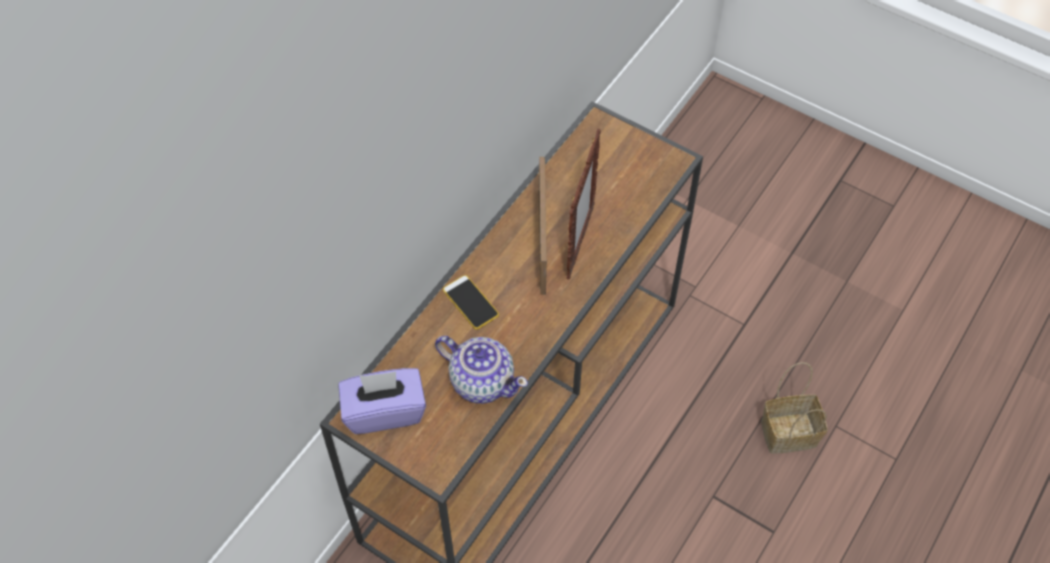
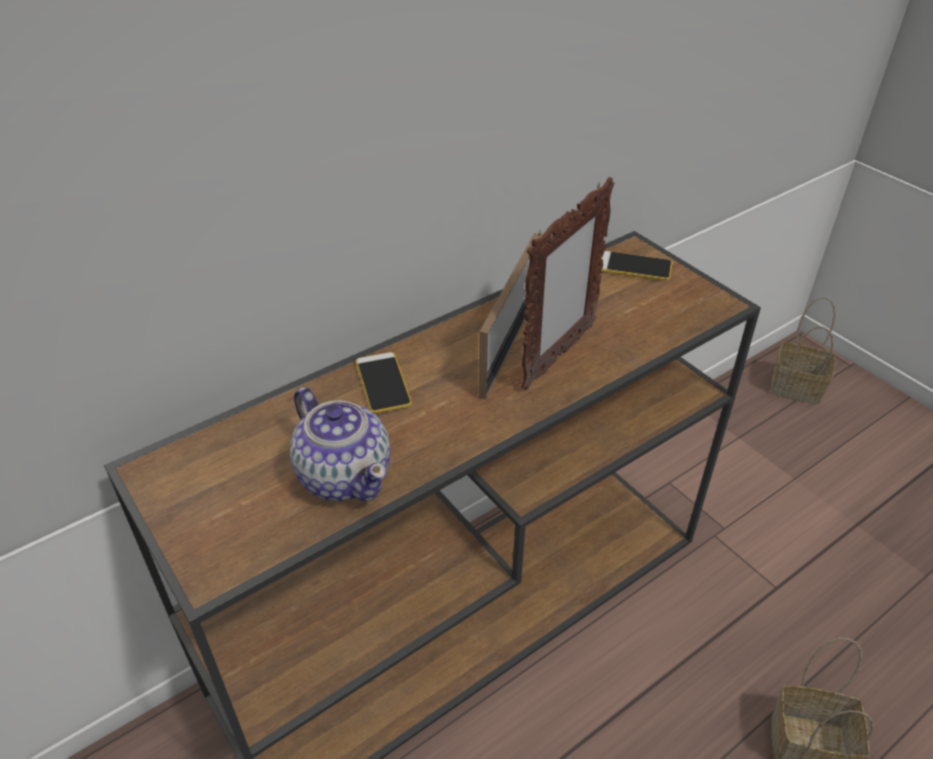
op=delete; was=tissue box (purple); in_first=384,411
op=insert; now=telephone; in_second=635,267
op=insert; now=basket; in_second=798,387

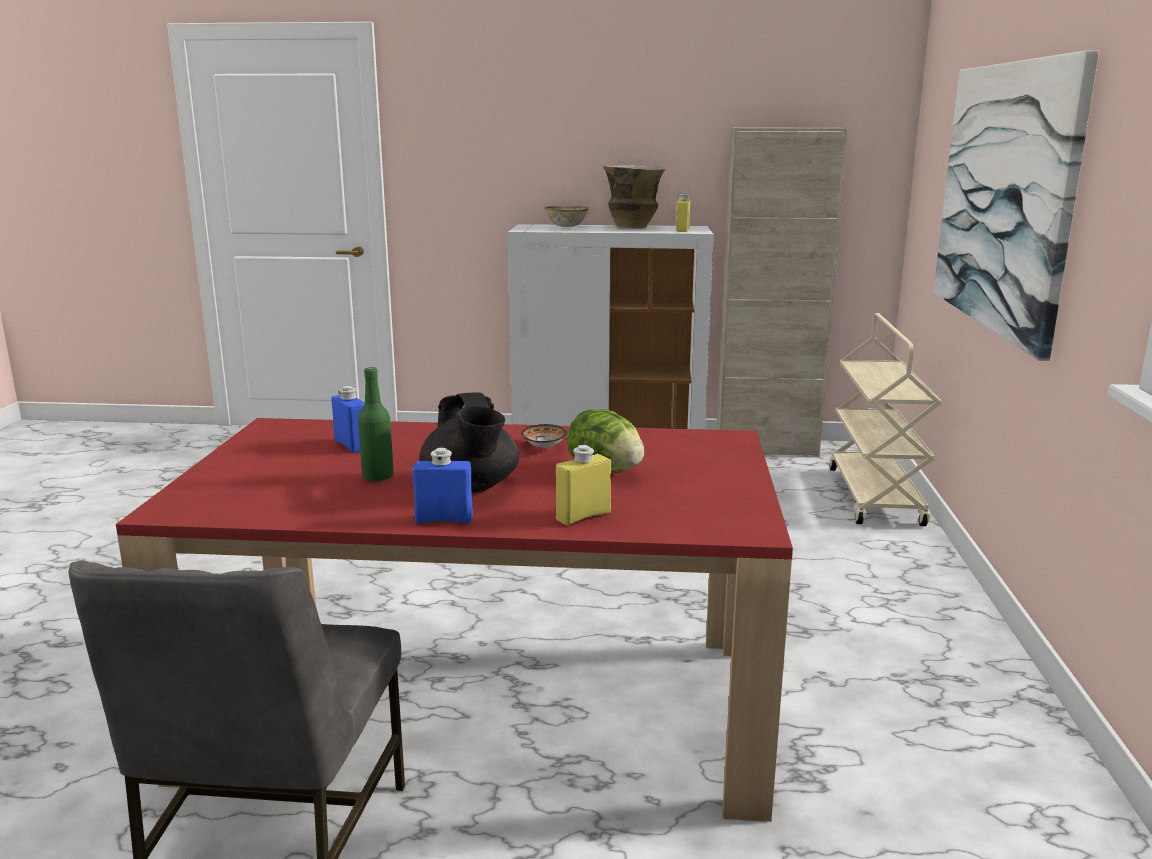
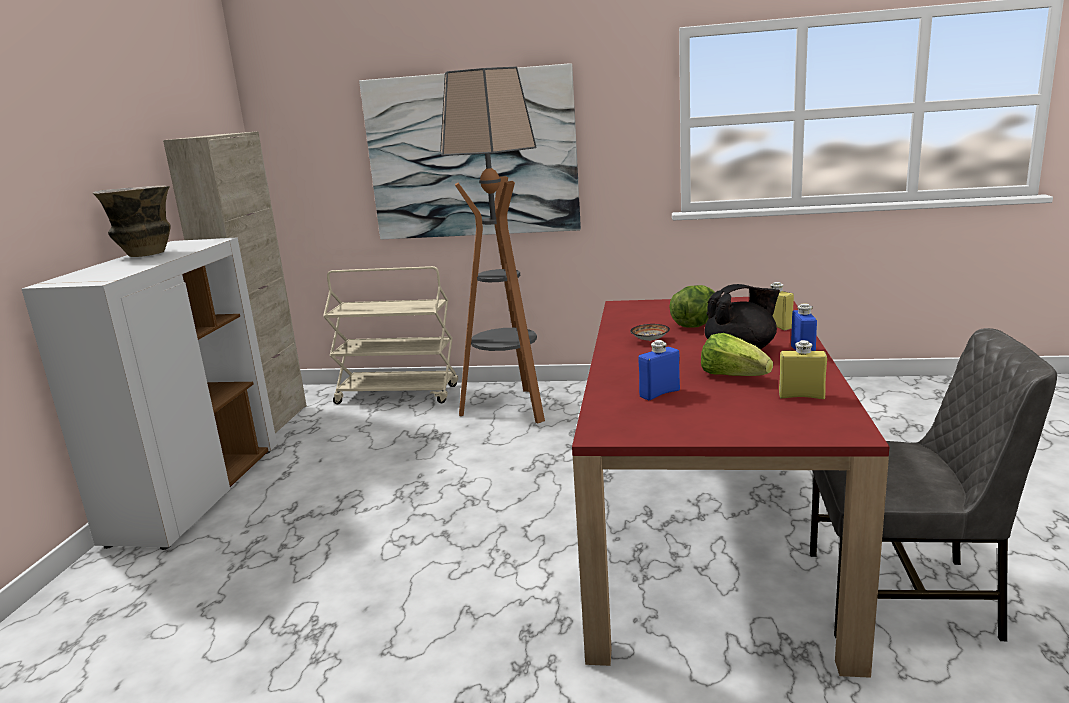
op=move; was=beverage bottle (yellow); in_first=682,230; in_second=801,396
op=delete; was=bowl; in_first=567,226
op=replace; was=beverage bottle (green); now=lettuce head; in_first=378,477; in_second=733,376
op=insert; now=standard lamp; in_second=509,408

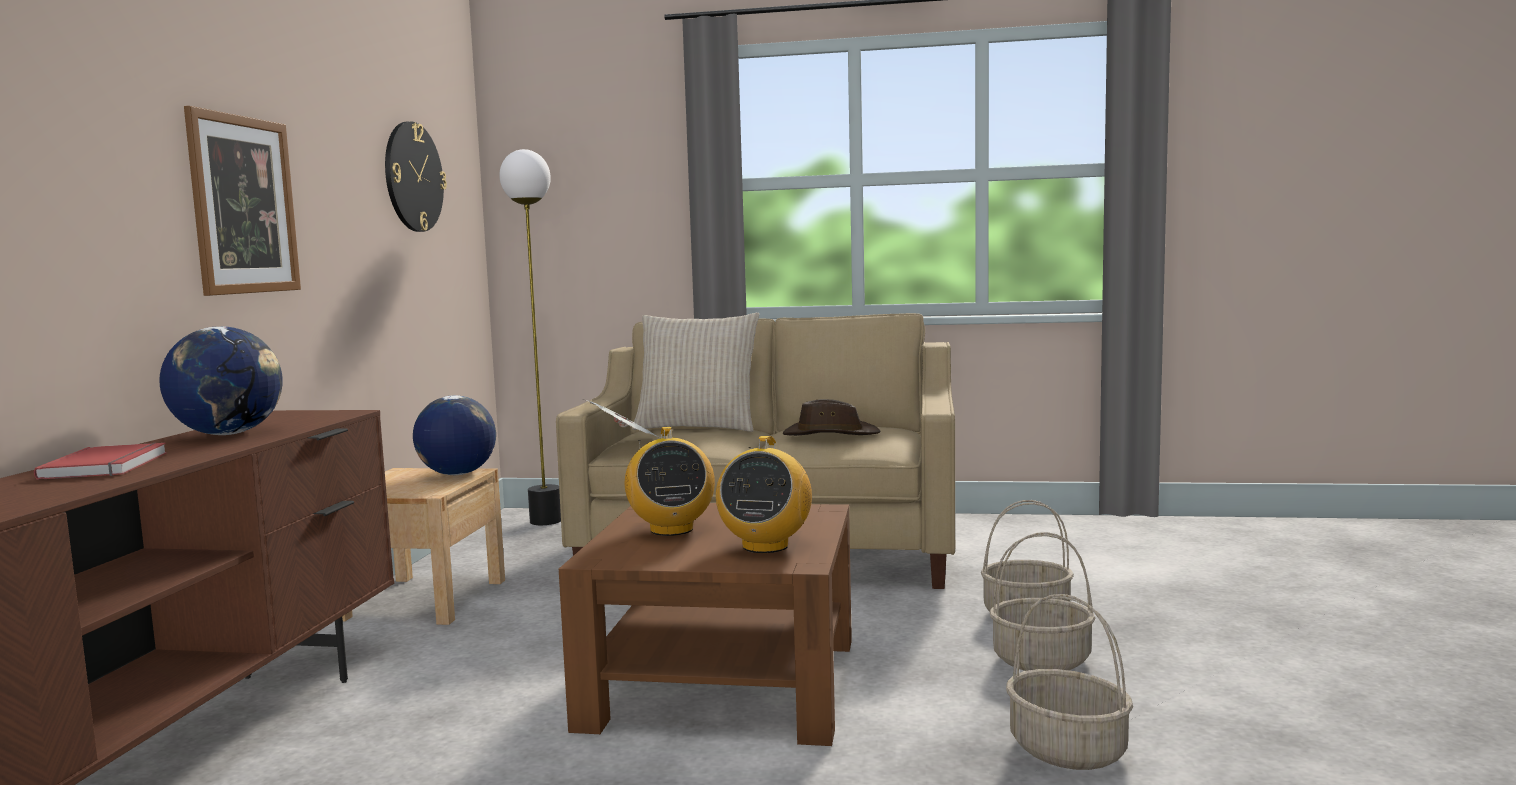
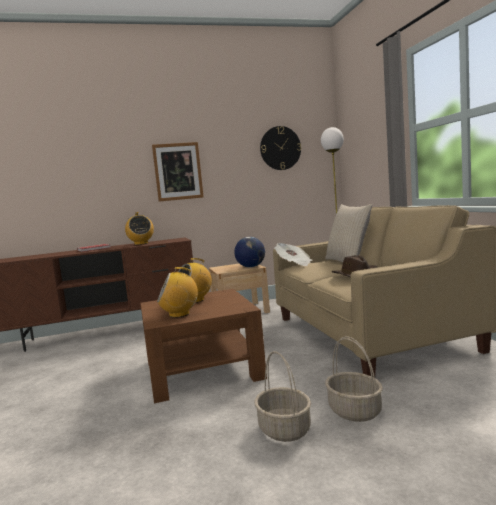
op=replace; was=world globe; now=radio set; in_first=228,434; in_second=141,243
op=delete; was=basket; in_first=1065,750

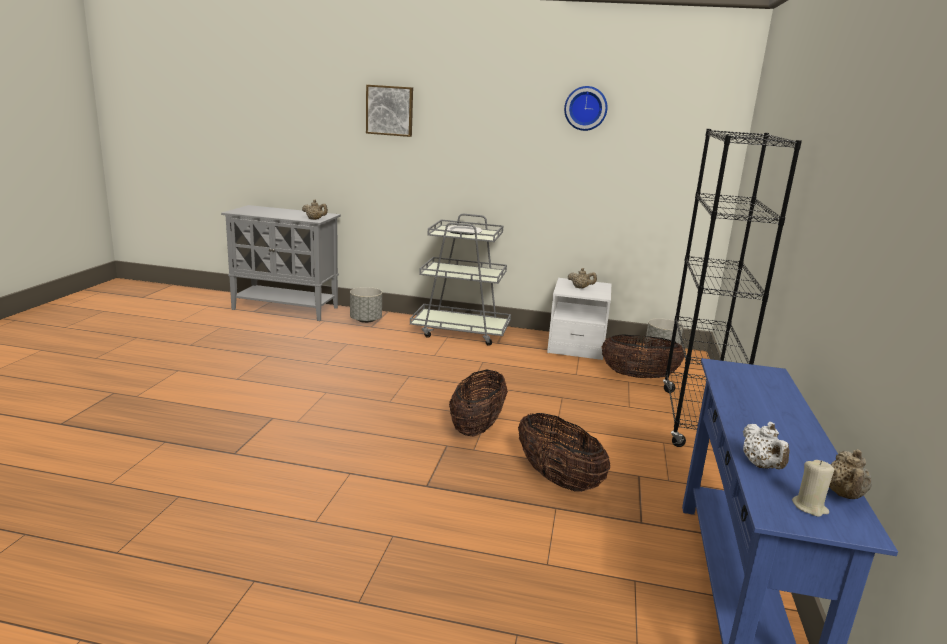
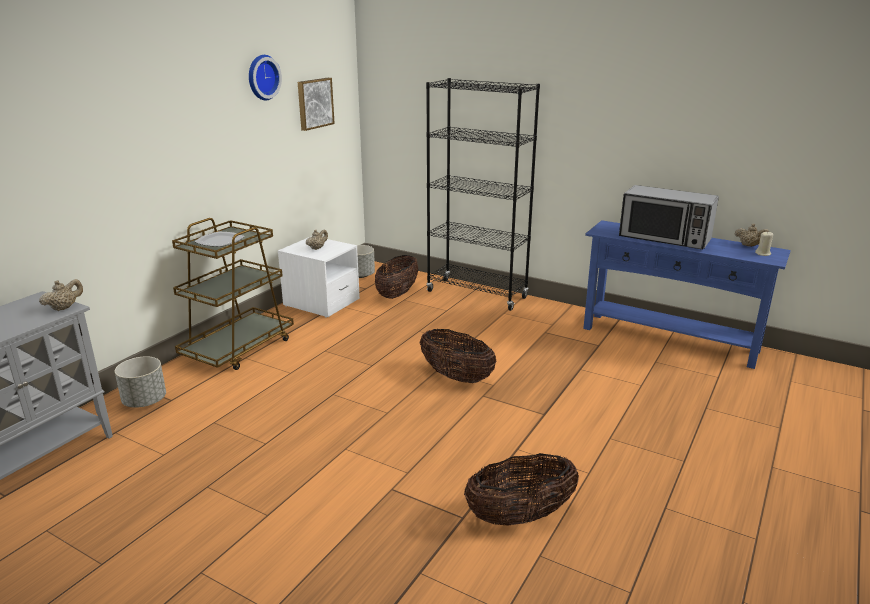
op=move; was=wall picture; in_first=390,110; in_second=314,103
op=recolor; was=trolley (gray); now=trolley (brown-coloured); in_first=461,332; in_second=239,348
op=move; was=basket; in_first=558,479; in_second=520,516
op=delete; was=pot for tea (white-coloured); in_first=761,466
op=insert; now=microwave; in_second=664,238

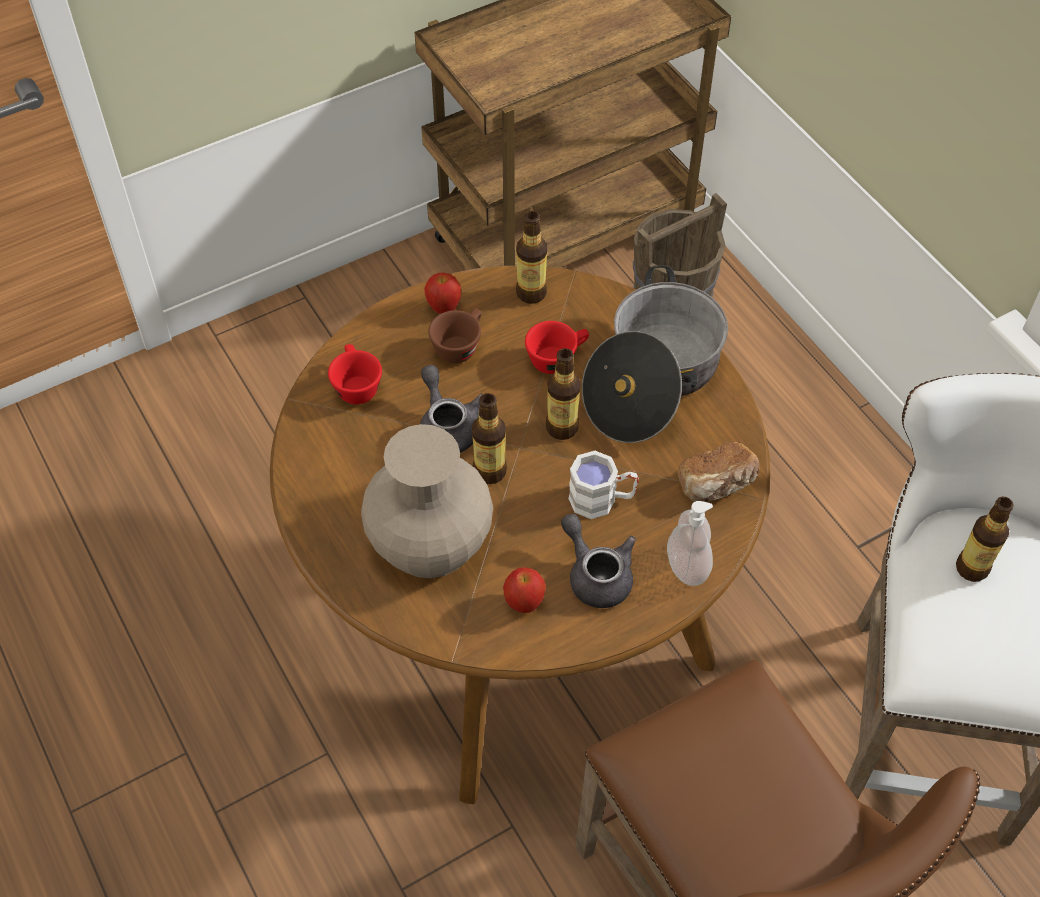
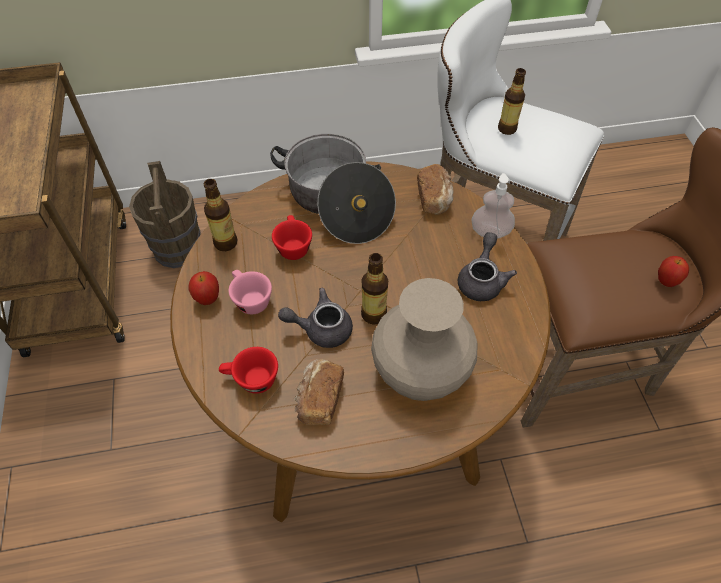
op=recolor; was=drinking cup (brown-coloured); now=drinking cup (pink); in_first=459,345; in_second=249,299
op=delete; was=beverage bottle; in_first=562,427
op=delete; was=mug (white-coloured); in_first=602,500
op=rotate; was=pot for tea (gray); in_first=596,574; in_second=482,280; clockwise=120
op=move; was=apple; in_first=524,603; in_second=666,281
op=insert; now=bakery bread; in_second=318,399

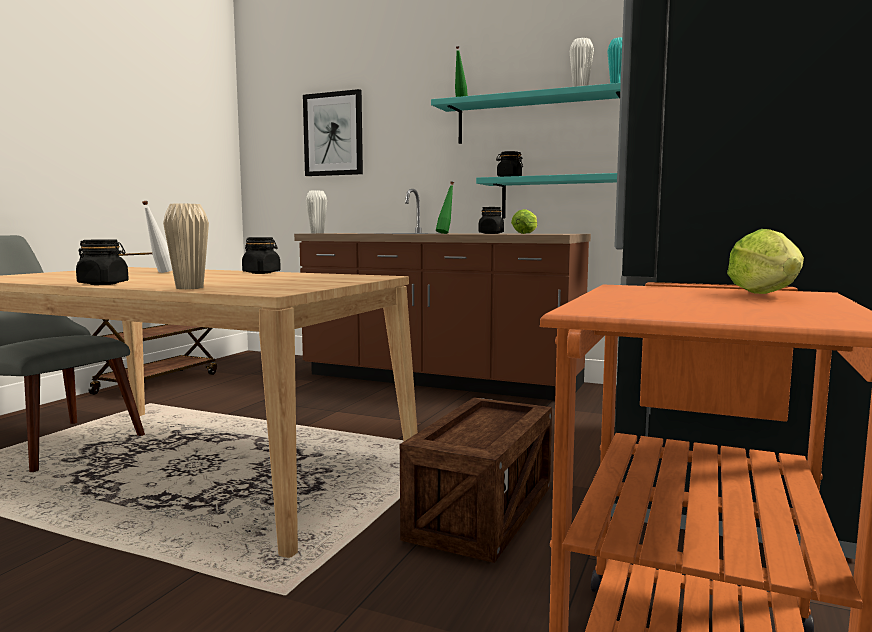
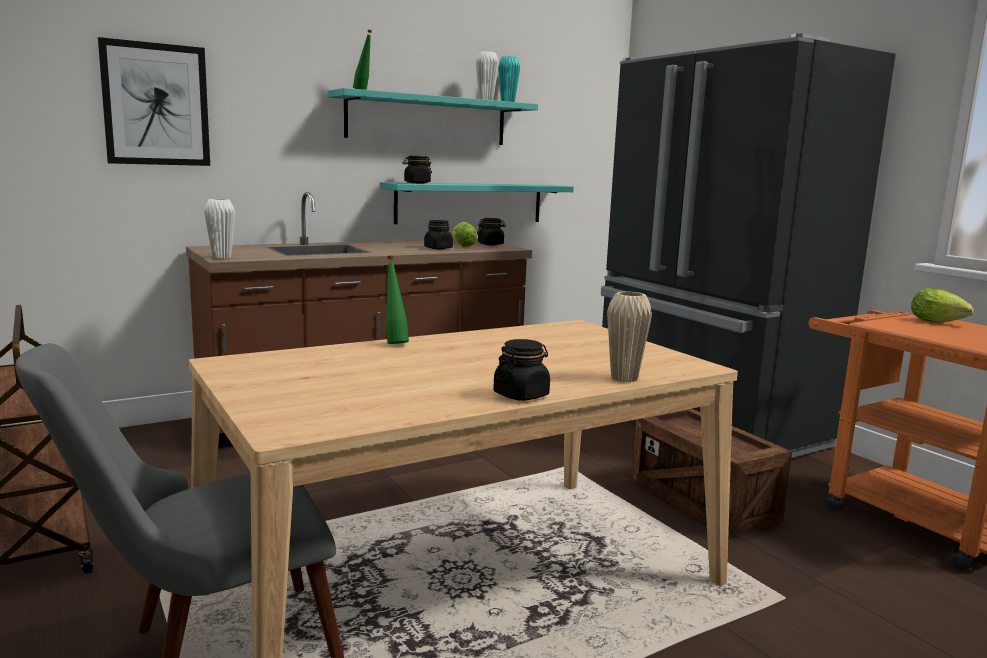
op=move; was=beverage bottle (green); in_first=446,233; in_second=394,343
op=delete; was=beverage bottle (white-coloured); in_first=160,272
op=move; was=preserve jar (black-coloured); in_first=261,273; in_second=490,244

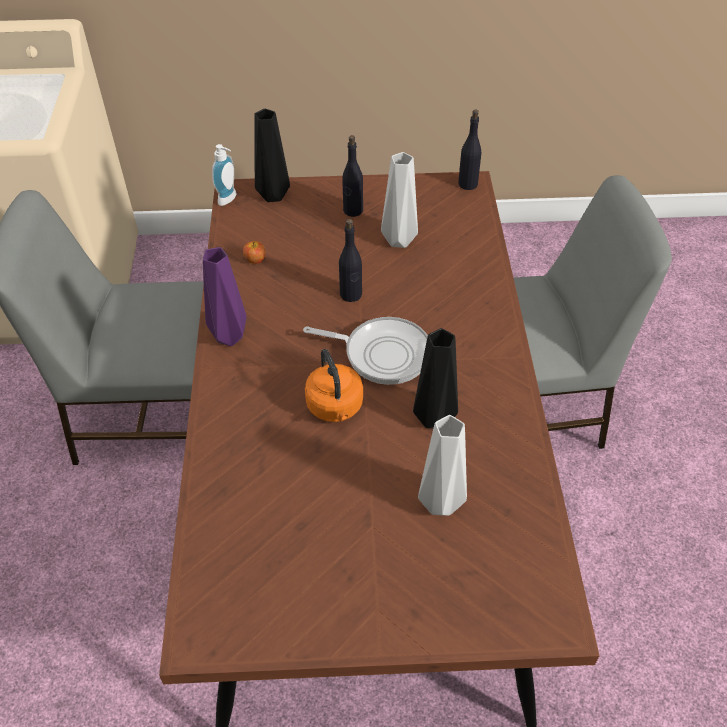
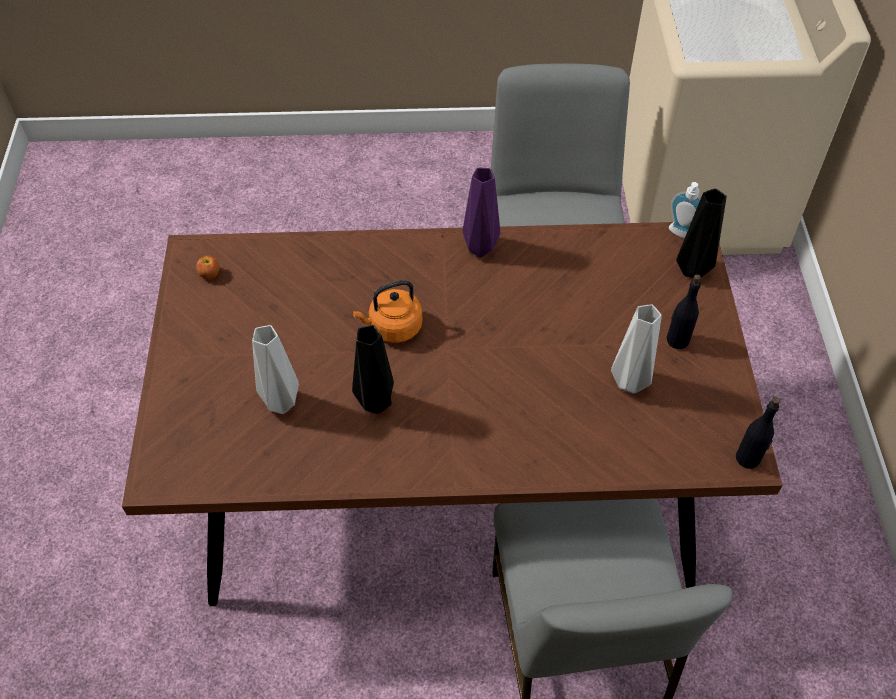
op=delete; was=beverage bottle (black-coloured); in_first=351,295
op=move; was=apple; in_first=255,260; in_second=210,274
op=delete; was=pan; in_first=382,353

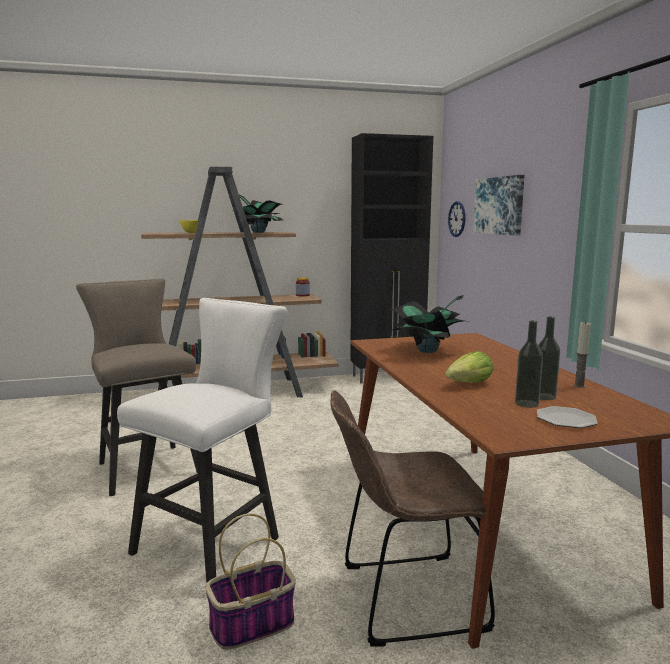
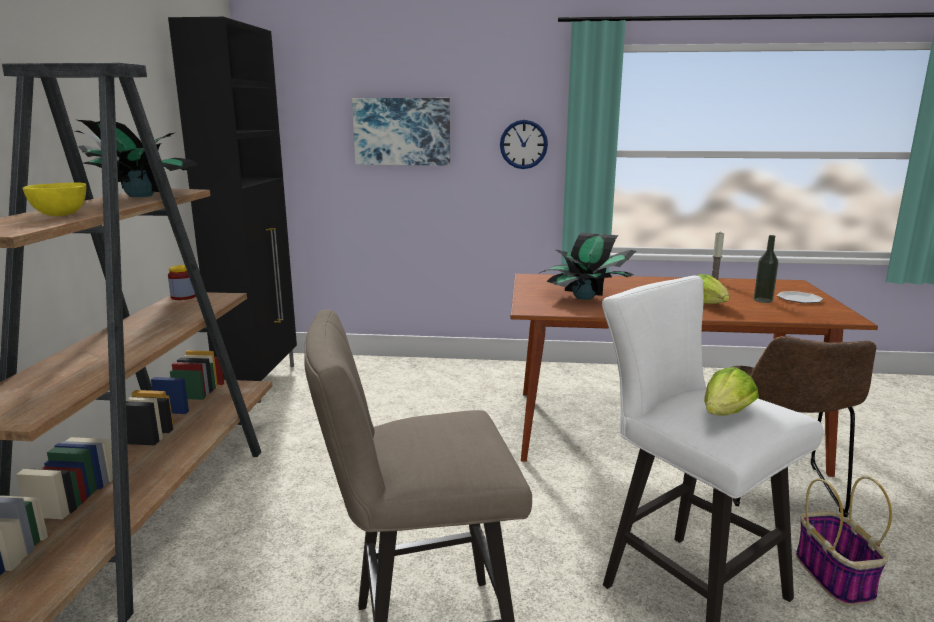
op=move; was=clock on the wall; in_first=457,219; in_second=523,144
op=delete; was=beverage bottle; in_first=544,396
op=insert; now=lettuce head; in_second=726,414

